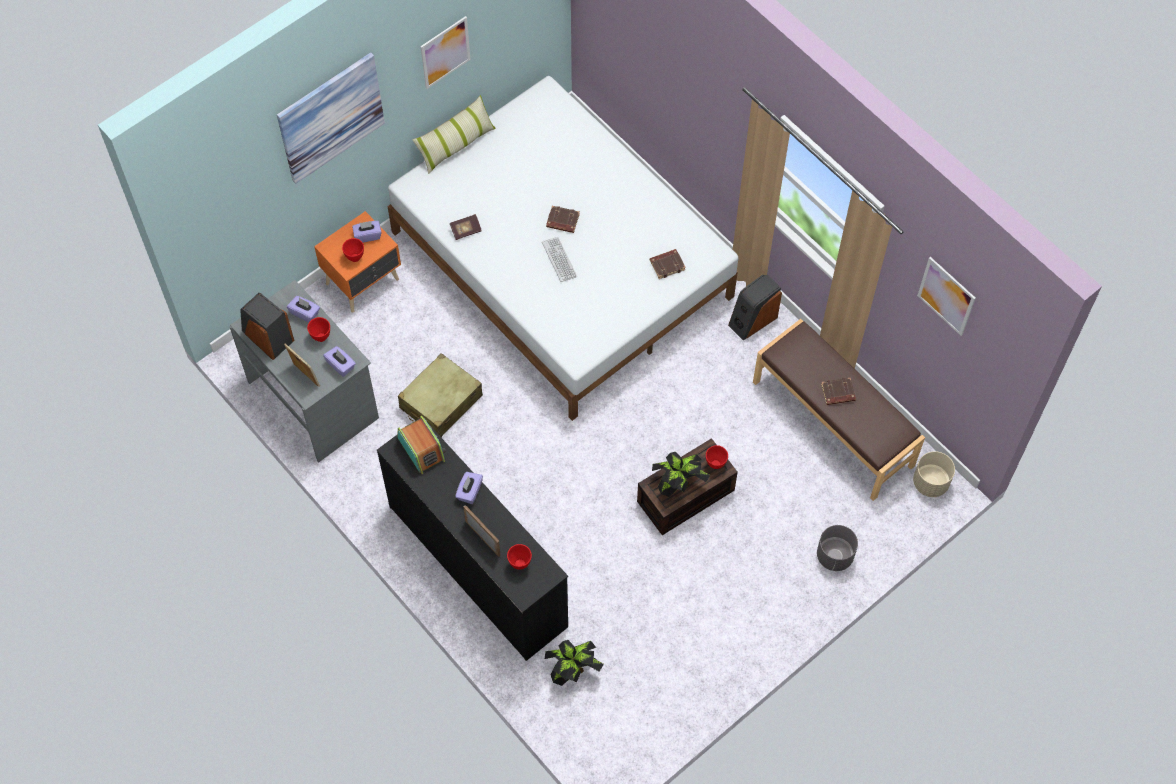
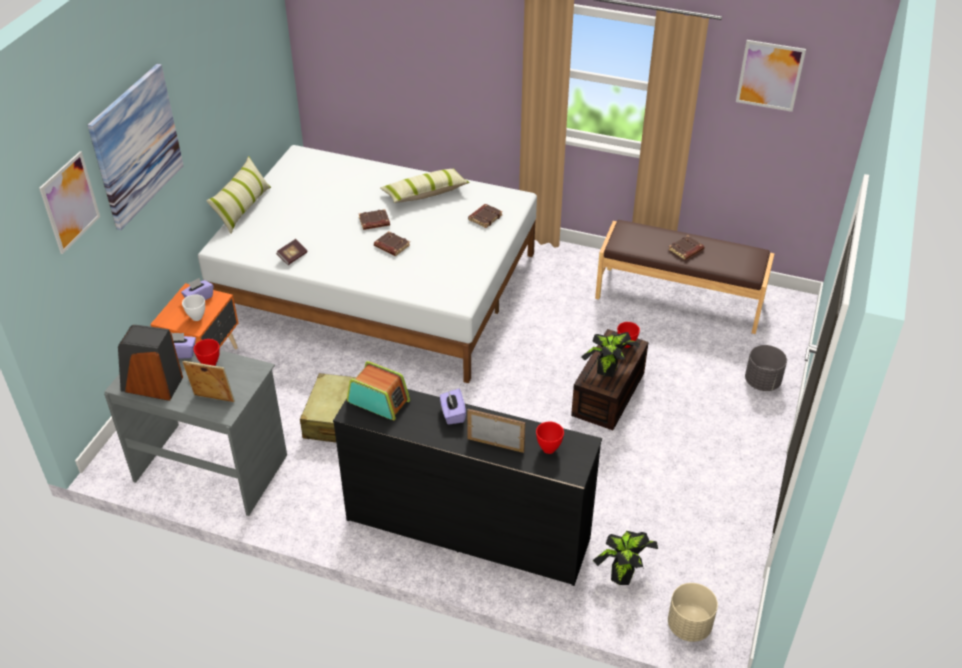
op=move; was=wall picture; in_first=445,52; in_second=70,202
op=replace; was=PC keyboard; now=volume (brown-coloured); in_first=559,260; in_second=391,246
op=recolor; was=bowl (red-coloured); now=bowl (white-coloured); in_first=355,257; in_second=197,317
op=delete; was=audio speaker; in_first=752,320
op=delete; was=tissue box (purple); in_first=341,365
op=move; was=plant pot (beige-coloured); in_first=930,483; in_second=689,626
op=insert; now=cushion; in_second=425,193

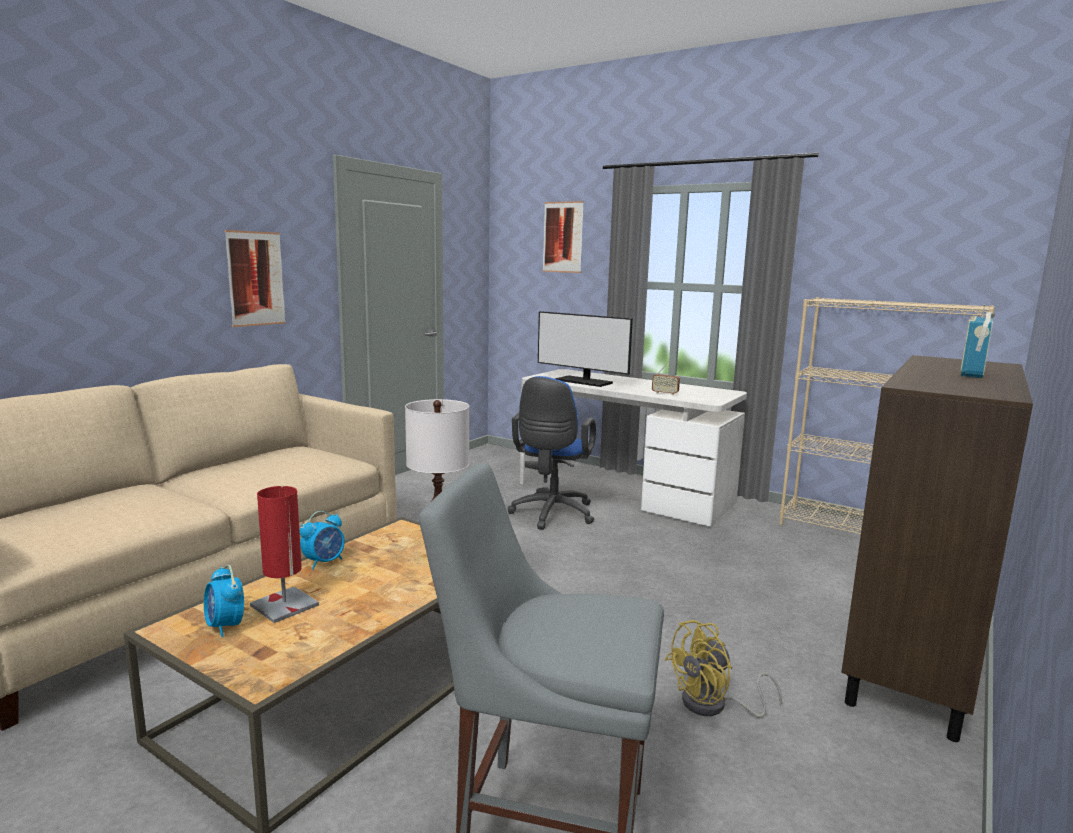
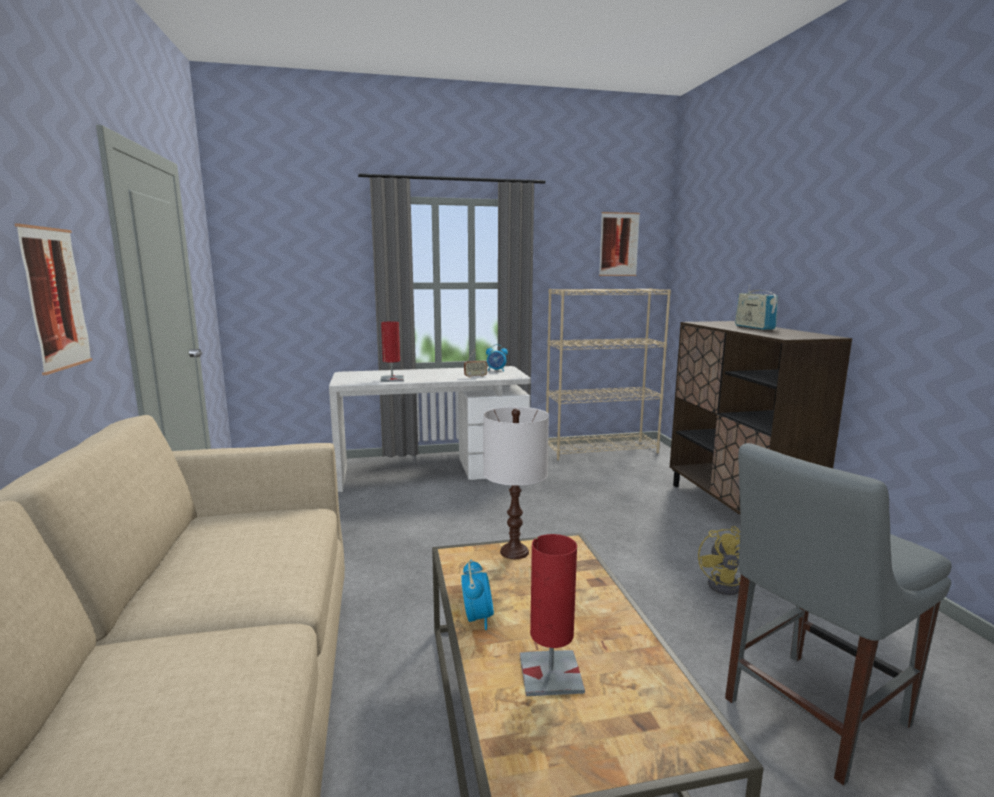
op=move; was=wall picture; in_first=563,237; in_second=619,244
op=replace; was=monitor; now=lamp for a table (red-coloured); in_first=583,382; in_second=392,379
op=delete; was=office chair (blue); in_first=551,515
op=move; was=bedside clock; in_first=225,626; in_second=496,370

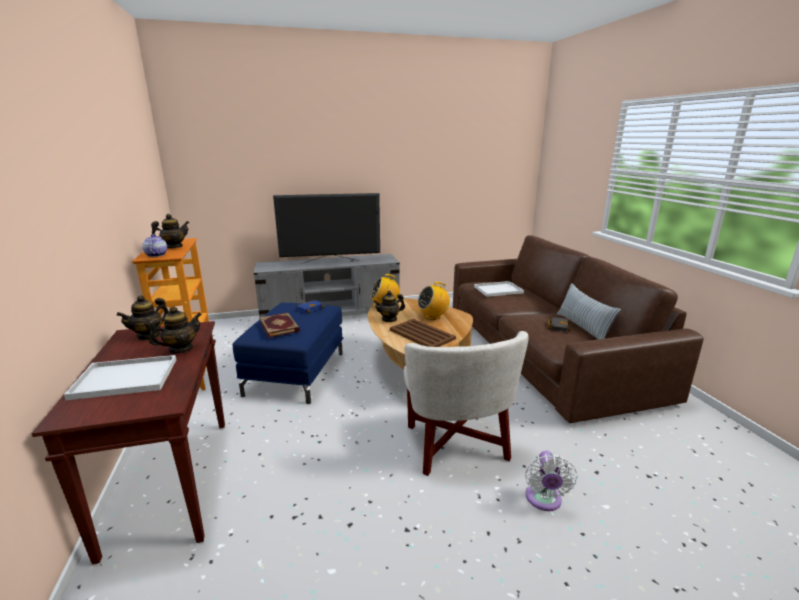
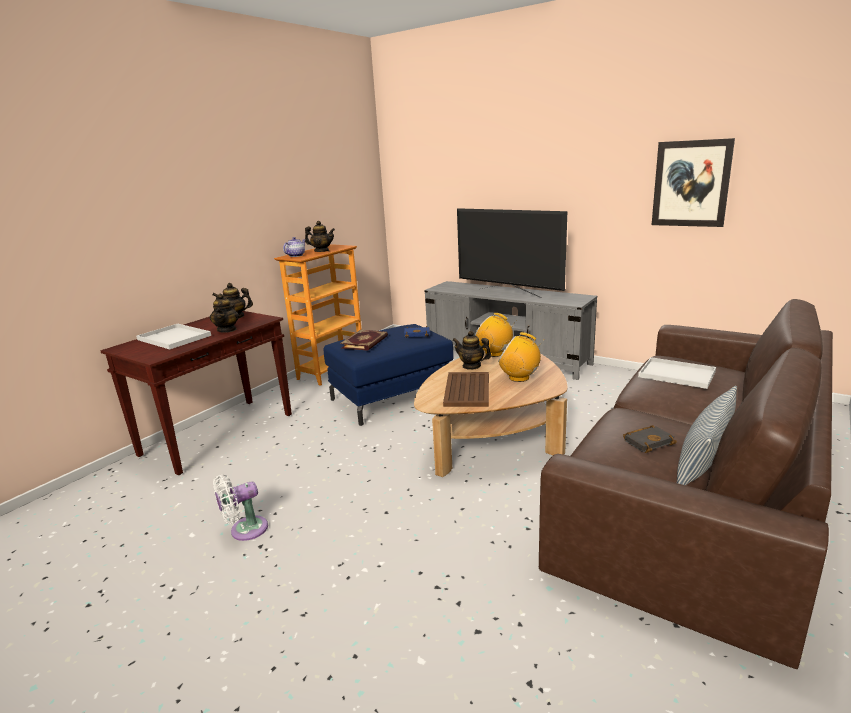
op=rotate; was=pot for tea; in_first=180,349; in_second=227,330; clockwise=75
op=delete; was=lounge chair (white-coloured); in_first=455,444
op=move; was=cooling fan (white-coloured); in_first=543,500; in_second=245,530
op=insert; now=wall picture; in_second=691,183

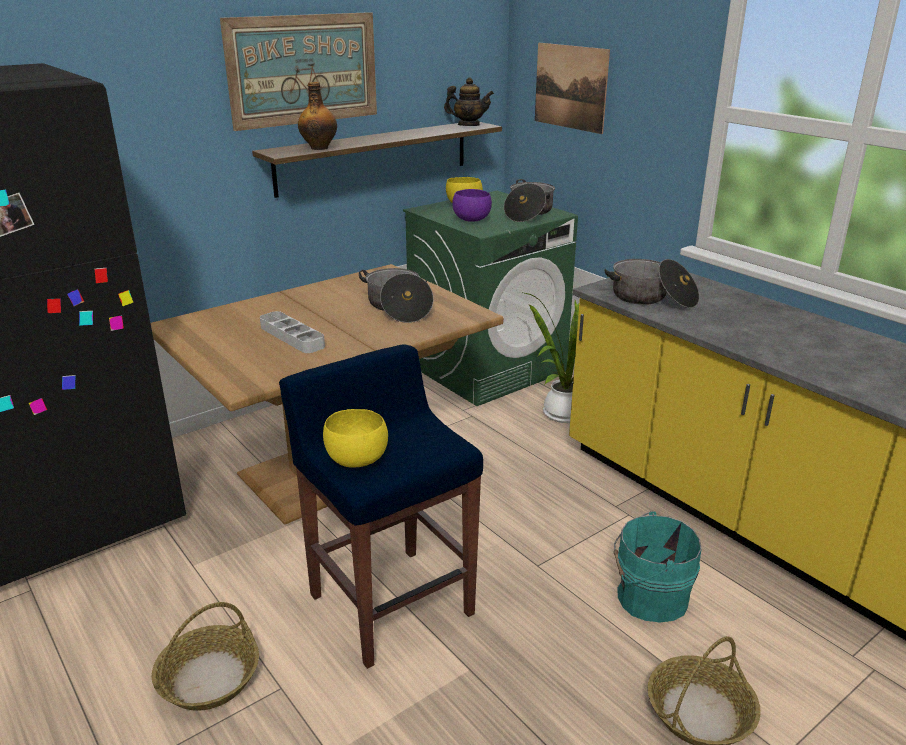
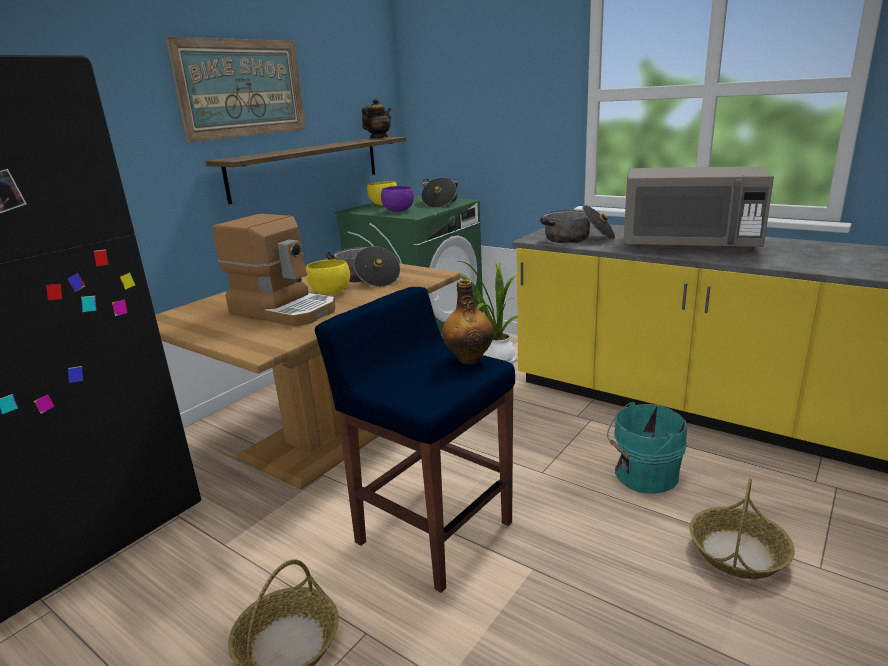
op=delete; was=wall picture; in_first=570,87
op=rotate; was=pot for tea; in_first=468,125; in_second=378,138; clockwise=-45
op=move; was=beverage bottle; in_first=319,148; in_second=469,359
op=replace; was=carrying tray (gray); now=coffee machine; in_first=292,336; in_second=284,310
op=move; was=bowl (yellow); in_first=355,460; in_second=329,293
op=insert; now=microwave (gray); in_second=688,245

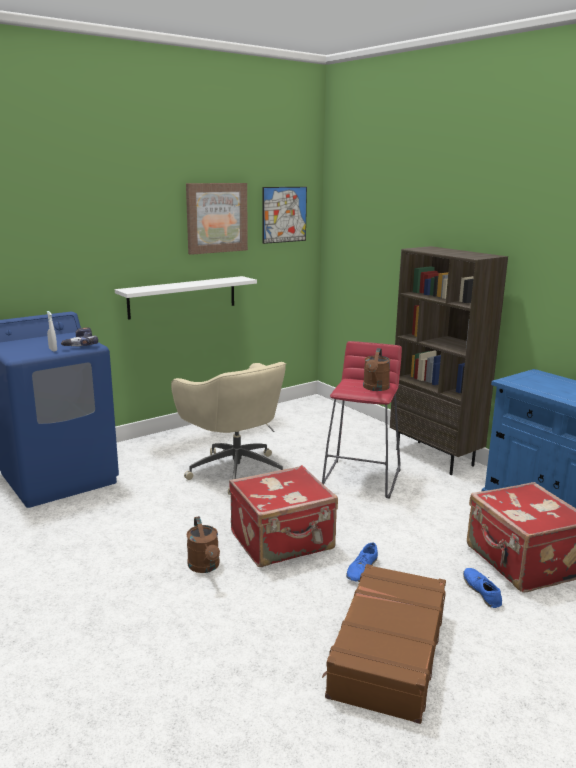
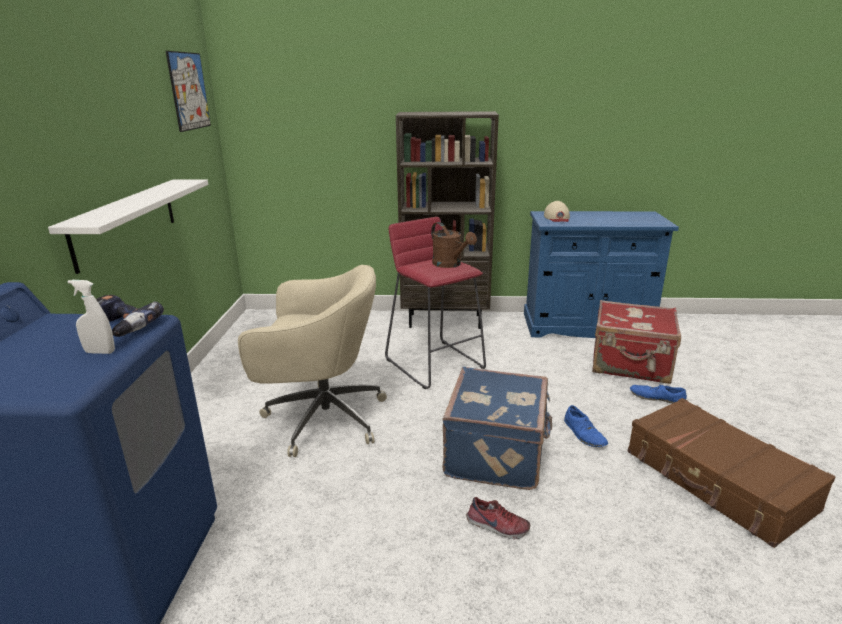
op=delete; was=wall picture; in_first=216,218
op=recolor; was=suitcase (red-coloured); now=suitcase (blue); in_first=283,542; in_second=497,453
op=replace; was=watering can (brown-coloured); now=low shoe; in_first=205,567; in_second=496,527
op=insert; now=peaked cap (beige-coloured); in_second=557,217

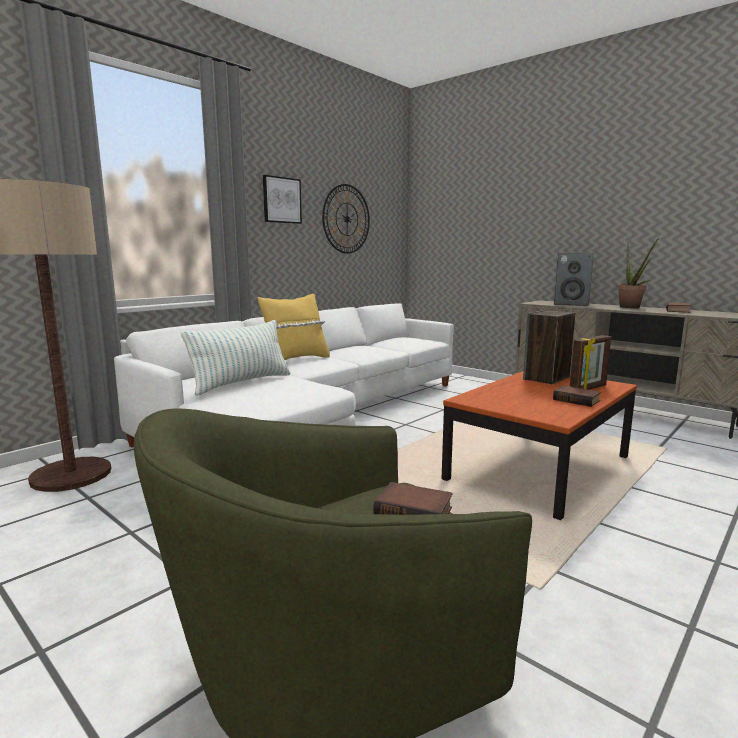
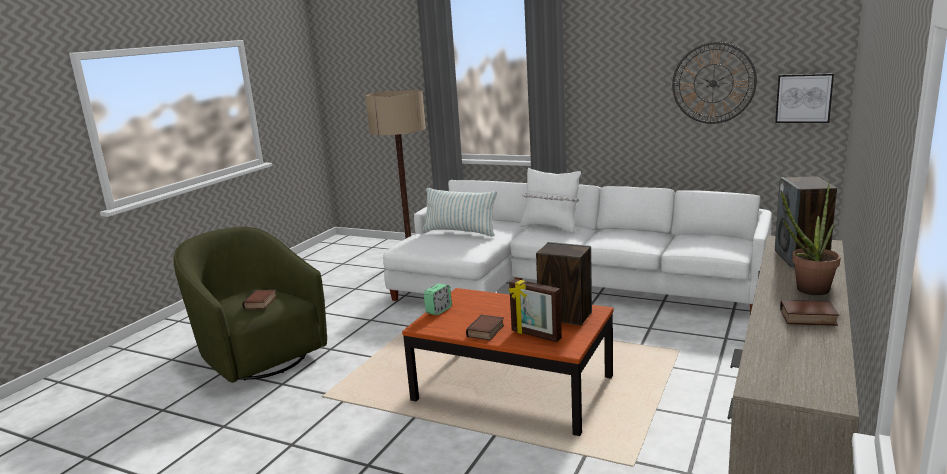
op=move; was=wall picture; in_first=281,200; in_second=803,98
op=recolor; was=cushion (yellow); now=cushion (white-coloured); in_first=295,360; in_second=550,227
op=insert; now=bedside clock; in_second=438,310

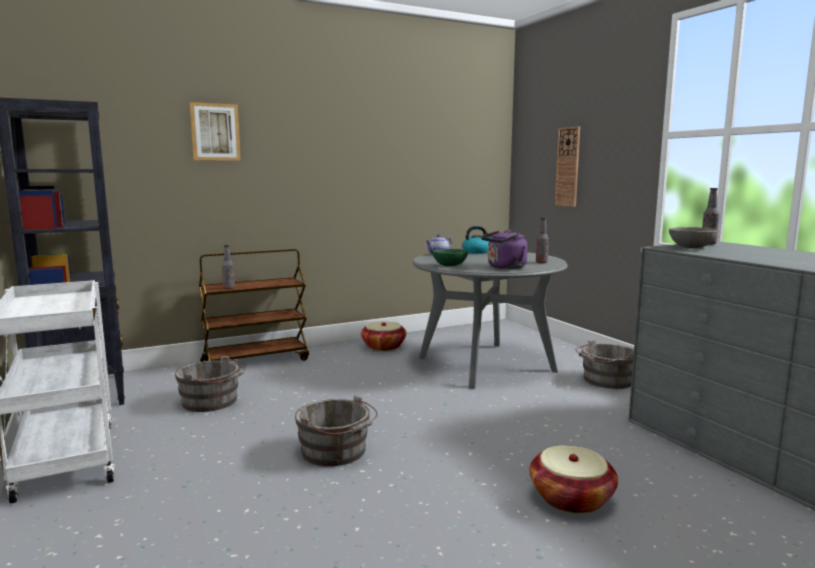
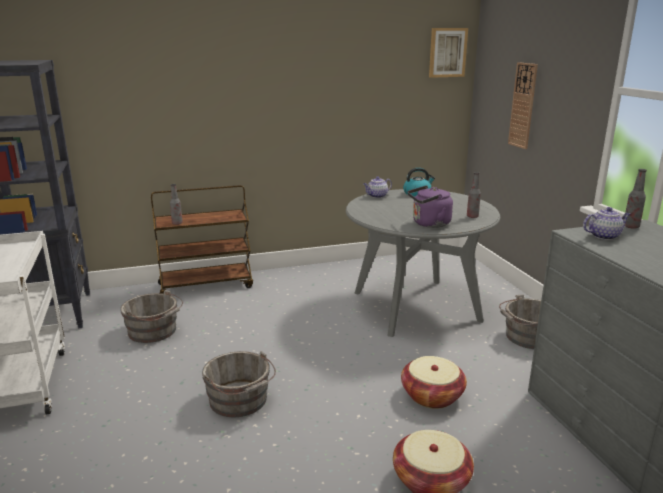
op=move; was=wall picture; in_first=215,132; in_second=447,52
op=replace; was=bowl (gray); now=pot for tea; in_first=691,248; in_second=604,236
op=delete; was=bowl (green); in_first=450,265
op=move; was=basket; in_first=383,347; in_second=432,395

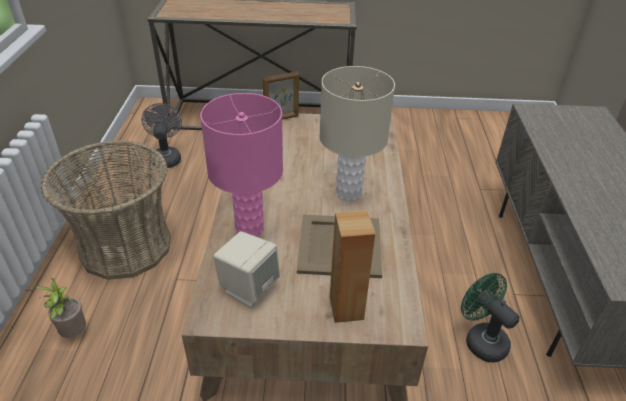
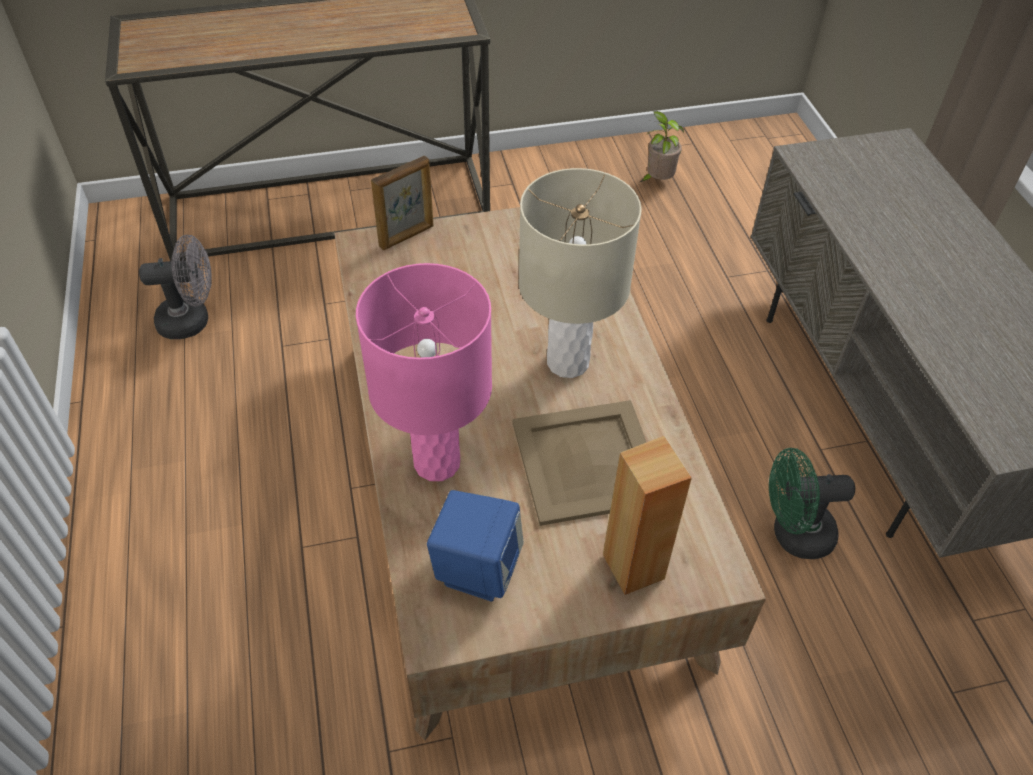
op=rotate; was=cooling fan (gray); in_first=166,157; in_second=192,320; clockwise=105
op=delete; was=basket; in_first=126,246
op=recolor; was=audio speaker (beige-coloured); now=audio speaker (blue); in_first=249,287; in_second=477,568
op=rotate; was=cooling fan (green); in_first=481,339; in_second=793,534; clockwise=-45
op=move; was=houseplant; in_first=73,333; in_second=657,181

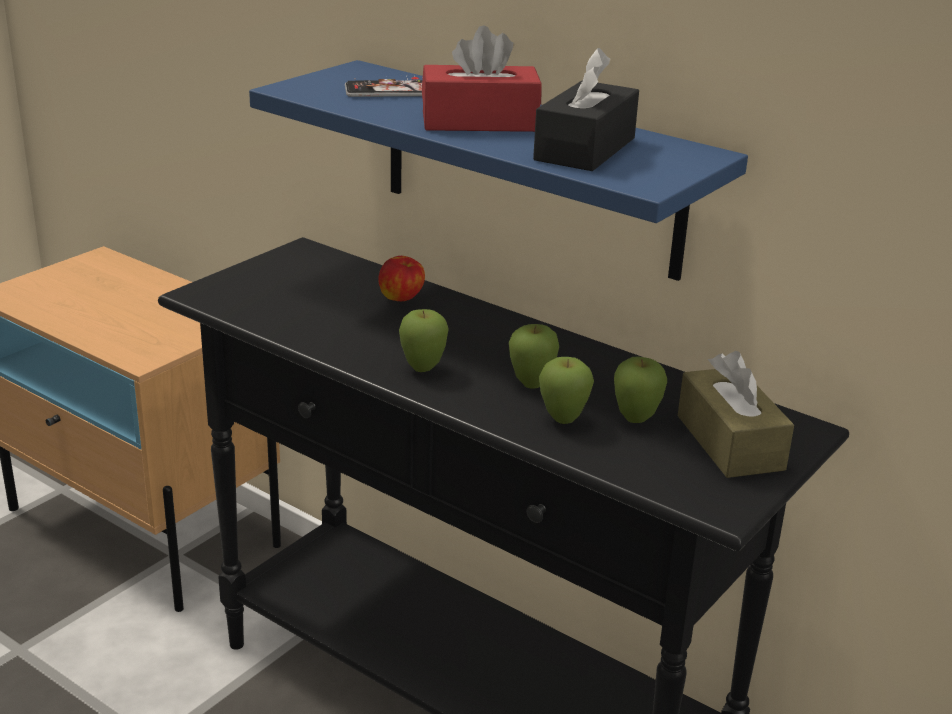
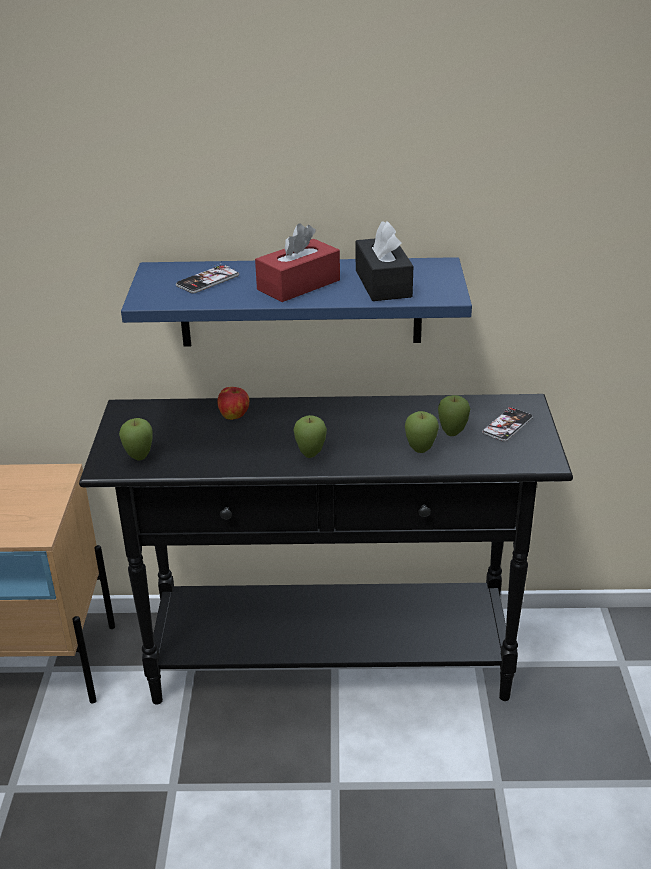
op=move; was=apple; in_first=531,385; in_second=139,457
op=replace; was=tissue box (brown-coloured); now=telephone; in_first=729,442; in_second=507,425

